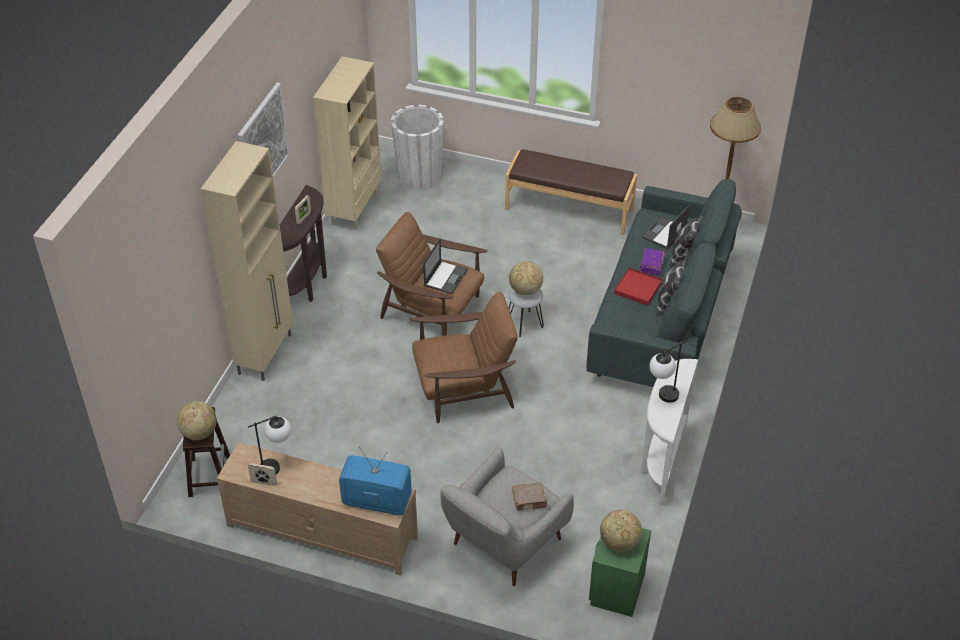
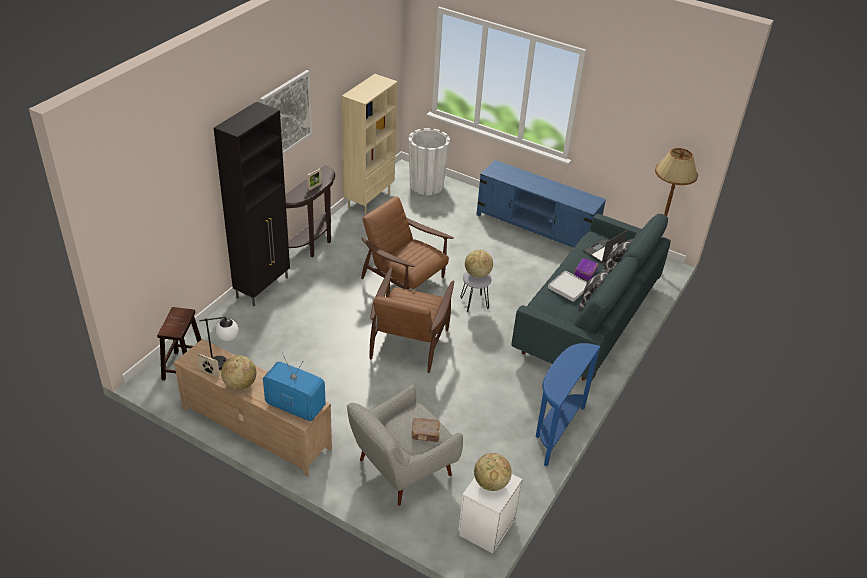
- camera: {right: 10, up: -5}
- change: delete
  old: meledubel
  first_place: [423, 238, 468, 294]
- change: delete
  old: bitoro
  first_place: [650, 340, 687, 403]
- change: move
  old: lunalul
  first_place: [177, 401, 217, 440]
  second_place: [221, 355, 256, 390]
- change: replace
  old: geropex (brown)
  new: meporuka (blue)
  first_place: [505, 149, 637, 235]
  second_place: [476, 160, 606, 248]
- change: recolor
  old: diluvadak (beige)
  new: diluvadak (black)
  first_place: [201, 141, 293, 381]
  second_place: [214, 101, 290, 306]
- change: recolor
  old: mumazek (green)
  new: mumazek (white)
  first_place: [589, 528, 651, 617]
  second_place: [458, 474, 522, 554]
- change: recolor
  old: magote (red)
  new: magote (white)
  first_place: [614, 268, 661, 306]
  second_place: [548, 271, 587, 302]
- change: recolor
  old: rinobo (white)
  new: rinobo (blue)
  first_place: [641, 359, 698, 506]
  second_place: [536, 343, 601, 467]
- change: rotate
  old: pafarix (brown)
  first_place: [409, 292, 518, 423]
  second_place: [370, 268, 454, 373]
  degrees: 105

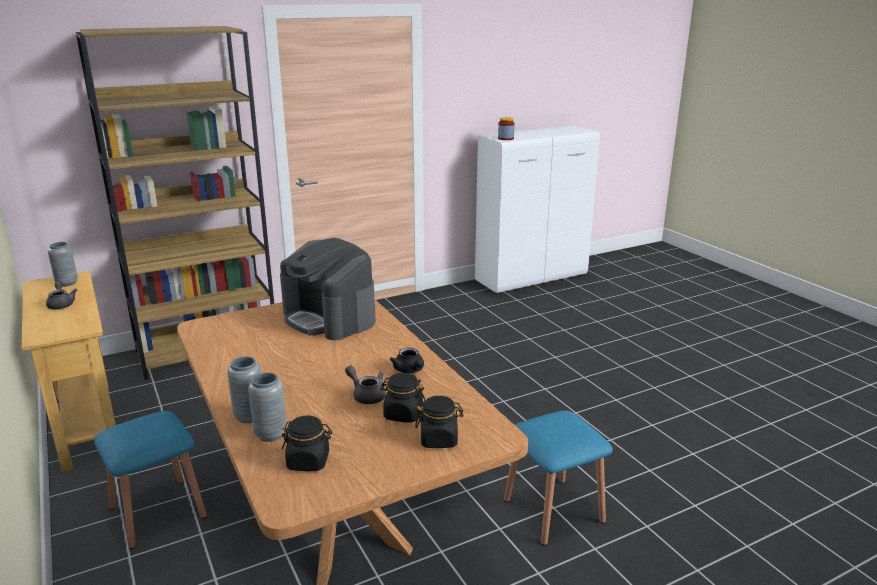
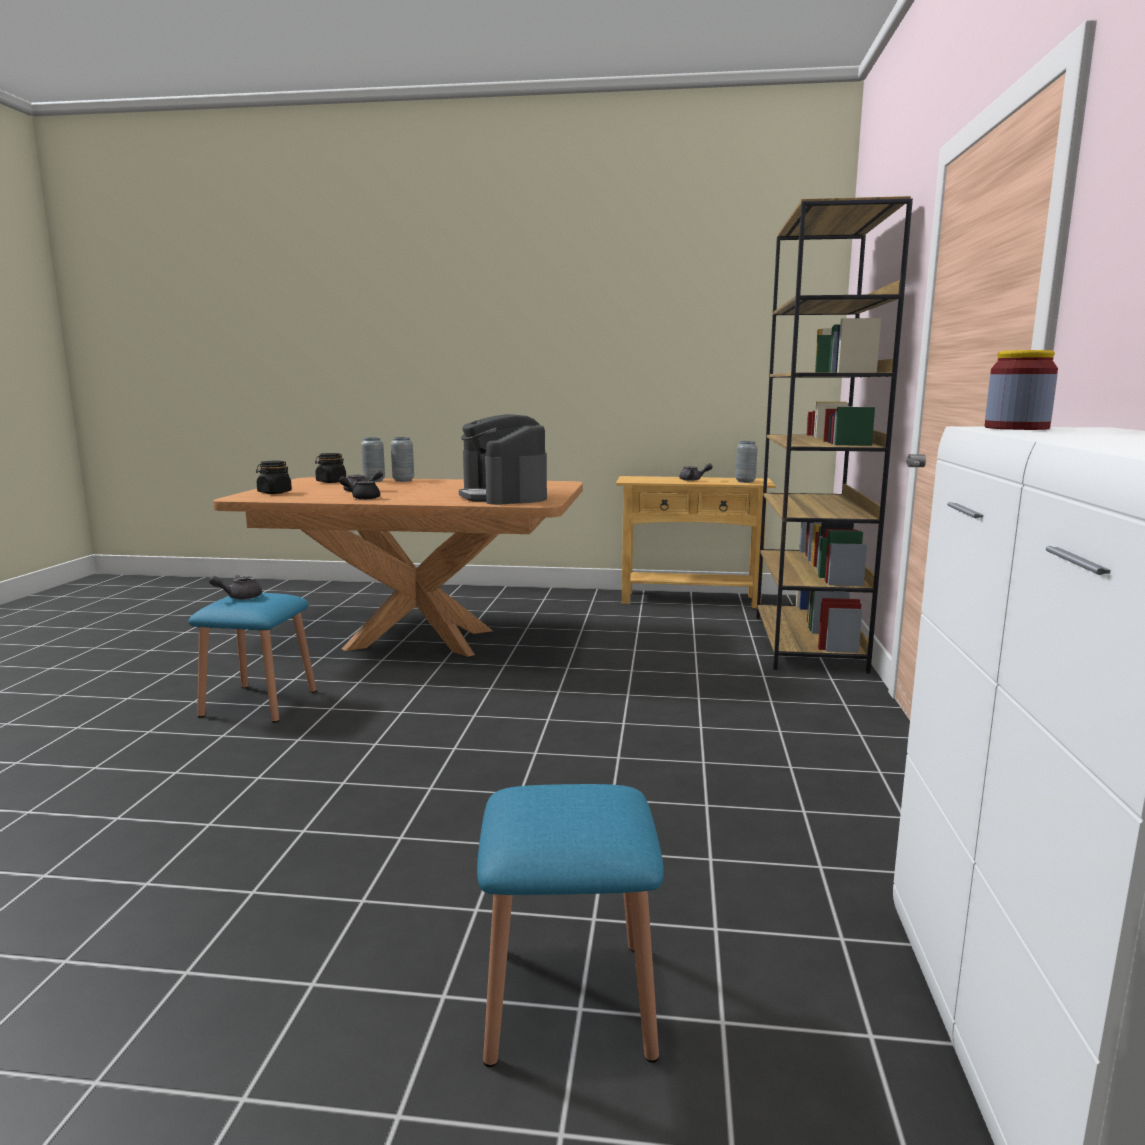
- camera: {right: 125, up: -10}
- change: delete
  old: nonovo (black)
  first_place: [380, 373, 425, 423]
- change: insert
  new: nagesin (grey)
  second_place: [209, 575, 262, 600]
- change: move
  old: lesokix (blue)
  first_place: [94, 411, 207, 549]
  second_place: [477, 784, 664, 1067]
- change: rotate
  old: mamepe
  first_place: [280, 238, 376, 341]
  second_place: [459, 414, 547, 505]
  degrees: -105

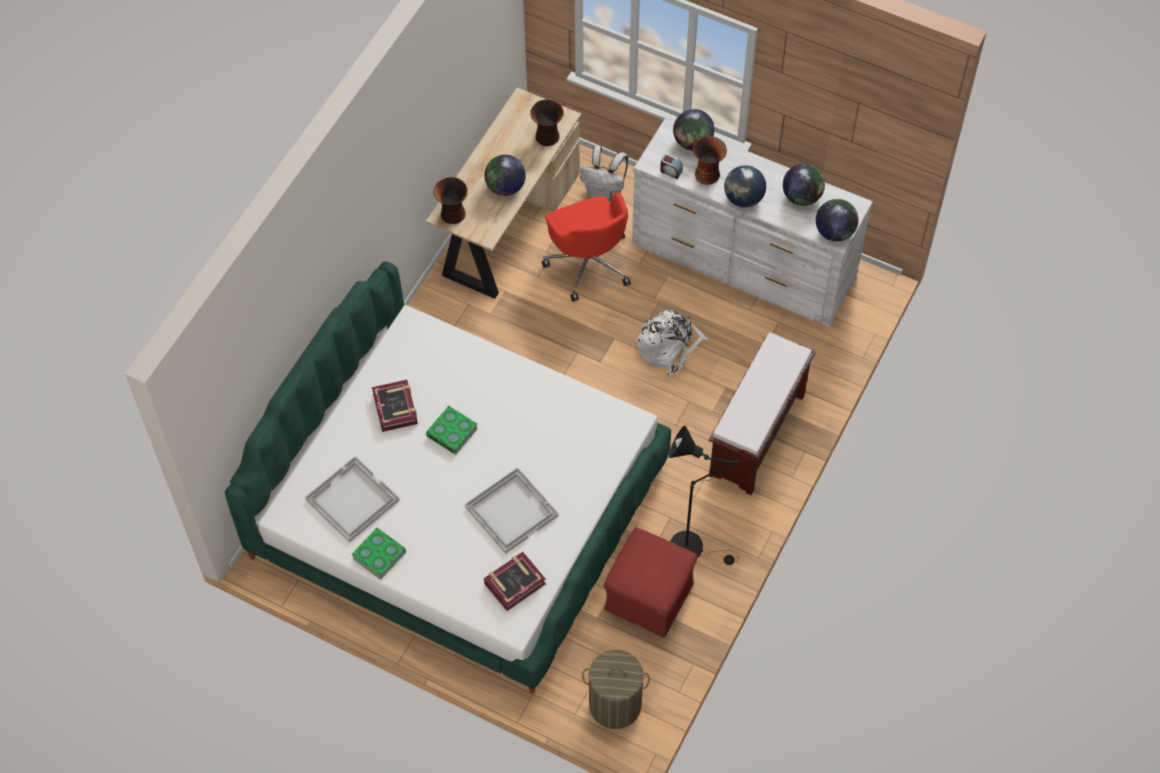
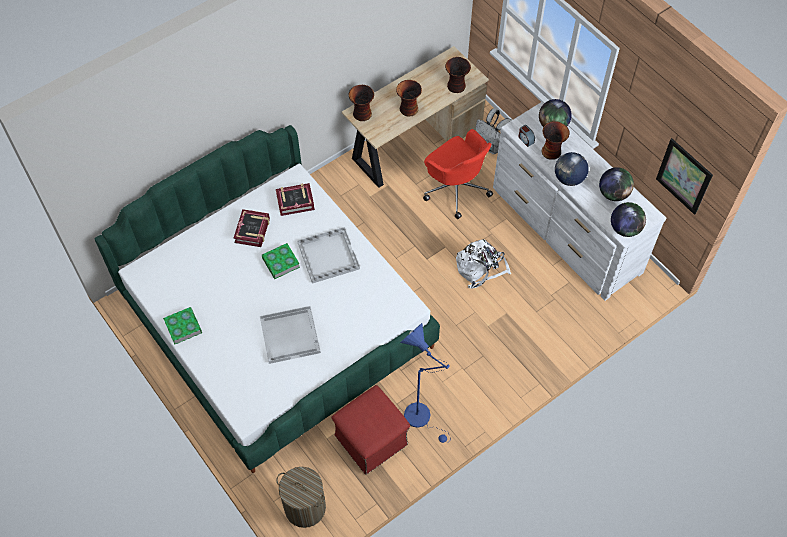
- camera: {right: 25, up: 0}
- change: delete
  old: geropex (brown)
  first_place: [709, 332, 816, 495]
- change: insert
  new: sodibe
  second_place: [656, 138, 713, 215]
- change: move
  old: magote (white)
  first_place: [305, 456, 400, 543]
  second_place: [297, 227, 360, 284]
- change: move
  old: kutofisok
  first_place: [484, 552, 546, 611]
  second_place: [276, 183, 315, 216]
- change: replace
  old: lunalul
  new: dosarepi
  first_place: [485, 155, 526, 196]
  second_place: [396, 80, 422, 116]
- change: recolor
  old: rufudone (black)
  new: rufudone (blue)
  first_place: [669, 425, 739, 565]
  second_place: [400, 323, 451, 443]
- change: rotate
  old: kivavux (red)
  first_place: [542, 192, 631, 302]
  second_place: [423, 129, 493, 219]
  degrees: -45

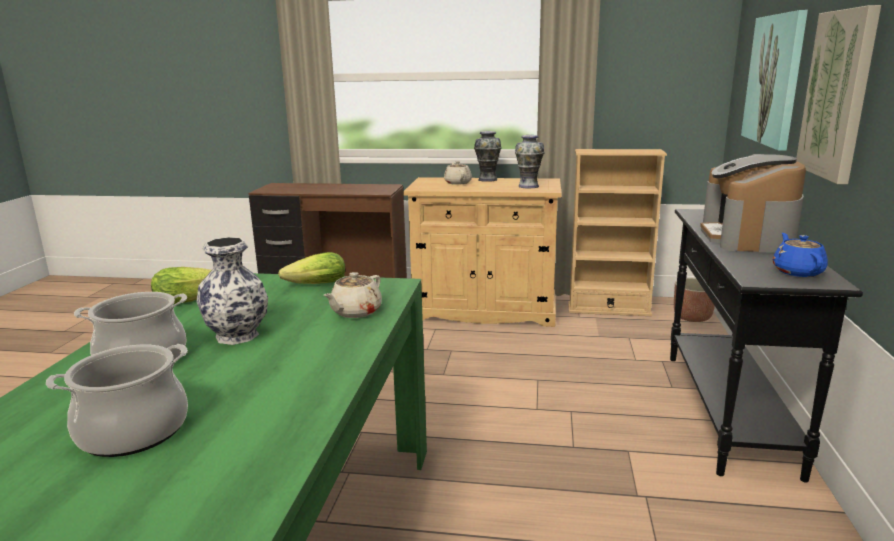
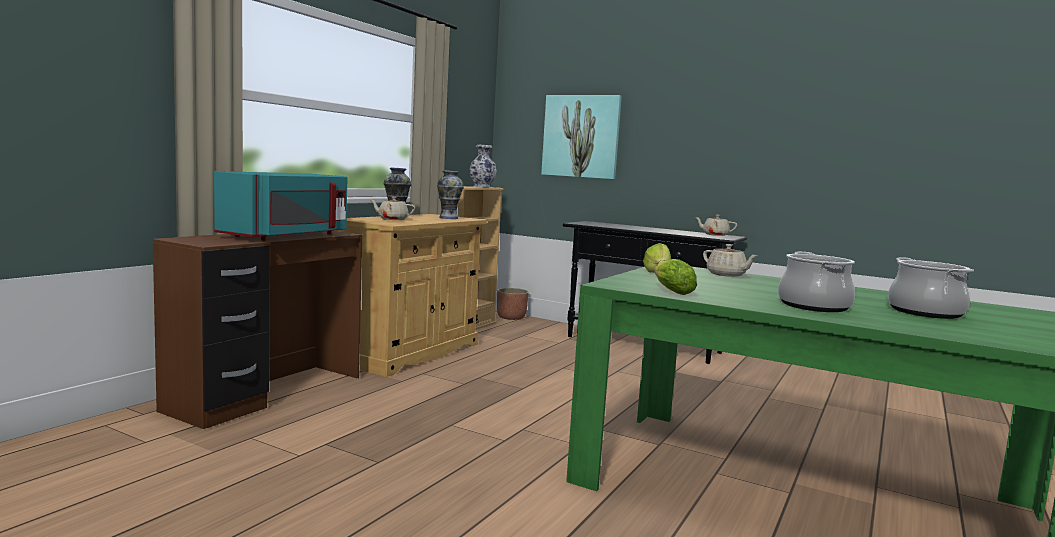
- camera: {right: -70, up: -10}
- change: delete
  old: mamepe
  first_place: [700, 154, 806, 253]
- change: delete
  old: sodibe
  first_place: [796, 5, 881, 184]
- change: insert
  new: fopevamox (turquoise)
  second_place: [214, 171, 347, 241]
- change: move
  old: dosarepi
  first_place: [196, 237, 268, 345]
  second_place: [469, 145, 497, 187]
- change: recolor
  old: nagesin (blue)
  new: nagesin (beige)
  first_place: [773, 233, 828, 277]
  second_place: [695, 215, 737, 236]

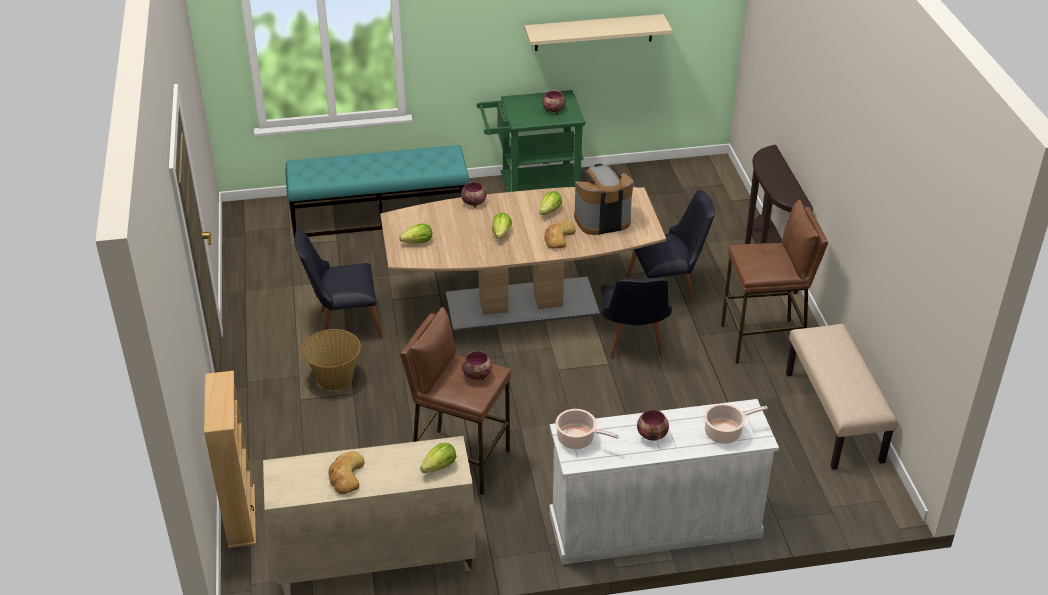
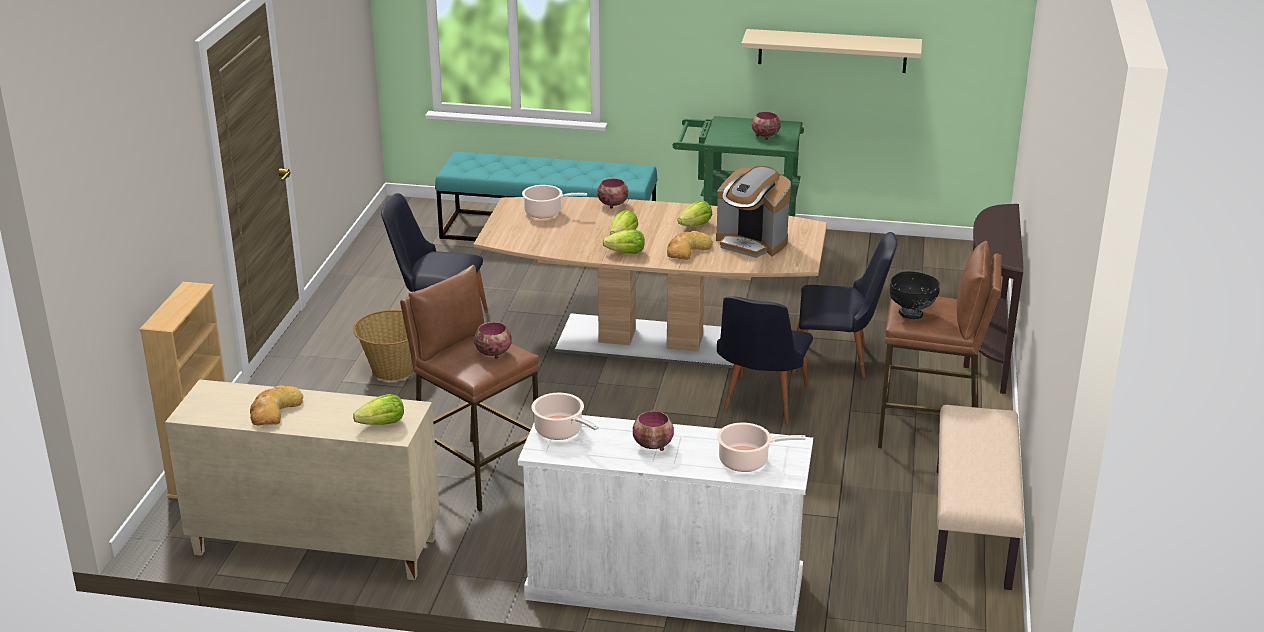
- camera: {right: 20, up: -10}
- change: insert
  new: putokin
  second_place: [522, 185, 587, 218]
- change: insert
  new: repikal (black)
  second_place: [890, 271, 940, 319]
- change: move
  old: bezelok
  first_place: [399, 223, 432, 243]
  second_place: [603, 229, 645, 254]
- change: rotate
  old: mamepe
  first_place: [574, 164, 633, 235]
  second_place: [716, 166, 791, 258]
  degrees: -150

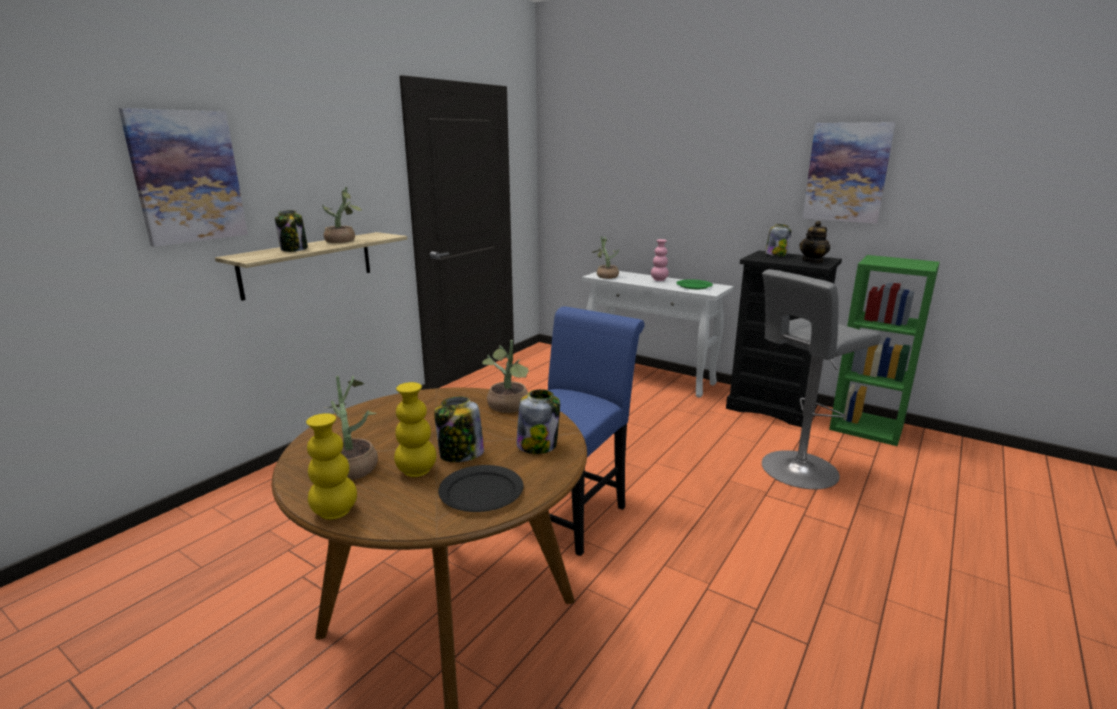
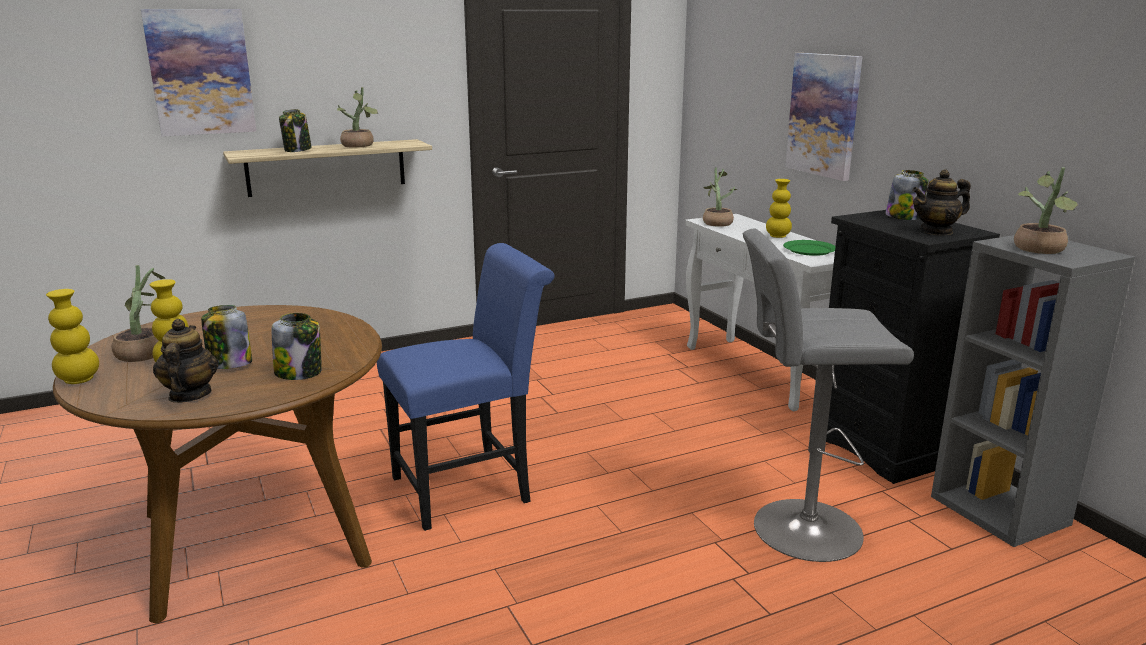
- camera: {right: 30, up: 0}
- change: move
  old: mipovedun
  first_place: [482, 340, 529, 413]
  second_place: [1014, 167, 1078, 254]
- change: move
  old: sodibe
  first_place: [802, 122, 896, 224]
  second_place: [785, 53, 863, 181]
- change: replace
  old: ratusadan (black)
  new: nagesin
  first_place: [438, 465, 523, 512]
  second_place: [153, 319, 218, 403]
- change: recolor
  old: dosarepi (pink)
  new: dosarepi (yellow)
  first_place: [651, 239, 669, 281]
  second_place: [766, 179, 792, 238]
- change: recolor
  old: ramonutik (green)
  new: ramonutik (grey)
  first_place: [829, 255, 940, 446]
  second_place: [931, 235, 1135, 547]

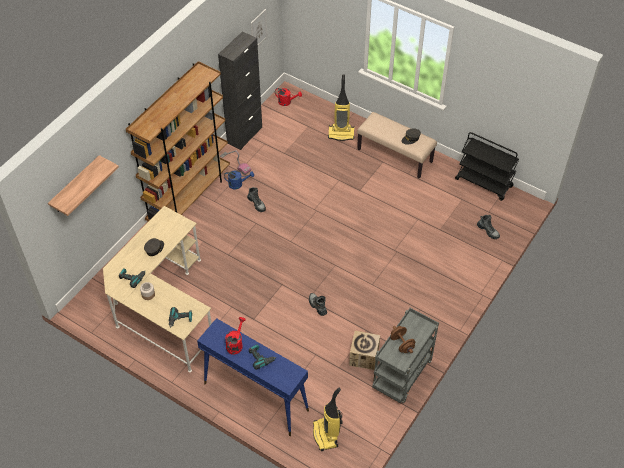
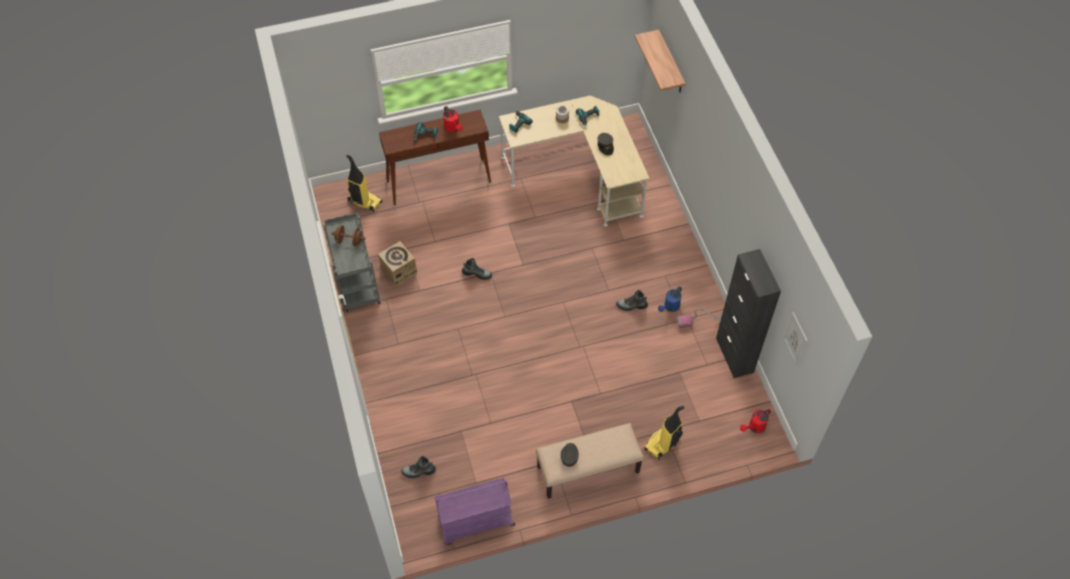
- camera: {right: 130, up: 5}
- change: delete
  old: ramonutik (brown)
  first_place: [126, 61, 230, 222]
- change: recolor
  old: rinobo (blue)
  new: rinobo (brown)
  first_place: [197, 318, 309, 436]
  second_place: [379, 109, 491, 205]
- change: recolor
  old: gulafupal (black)
  new: gulafupal (purple)
  first_place: [455, 132, 519, 201]
  second_place: [435, 478, 515, 545]

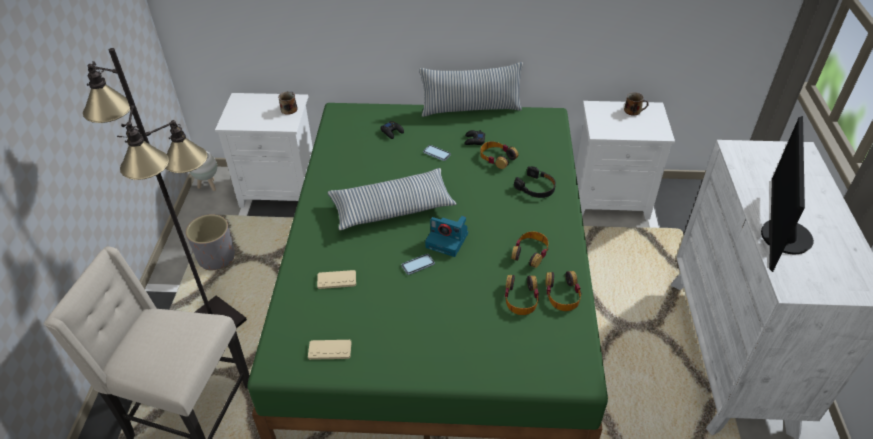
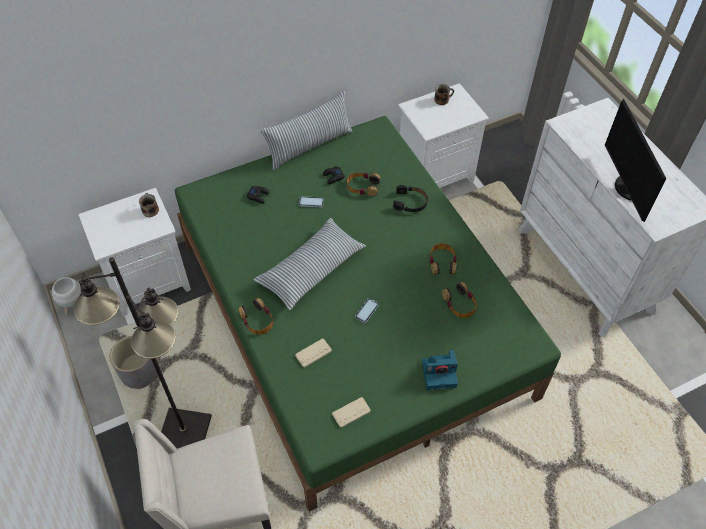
- camera: {right: -30, up: 10}
- change: move
  old: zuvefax
  first_place: [425, 216, 468, 257]
  second_place: [422, 350, 458, 390]
- change: move
  old: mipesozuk
  first_place: [545, 271, 581, 311]
  second_place: [238, 298, 273, 335]

